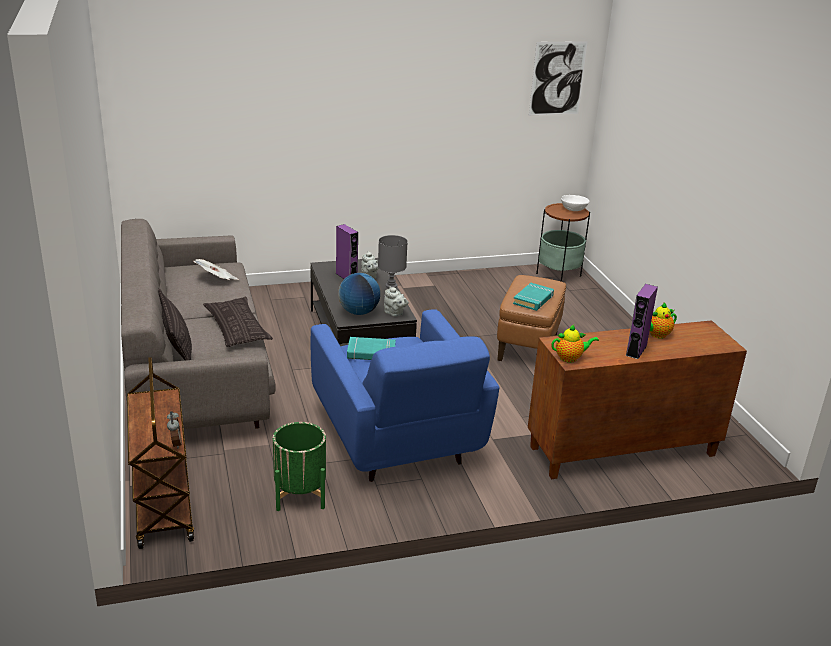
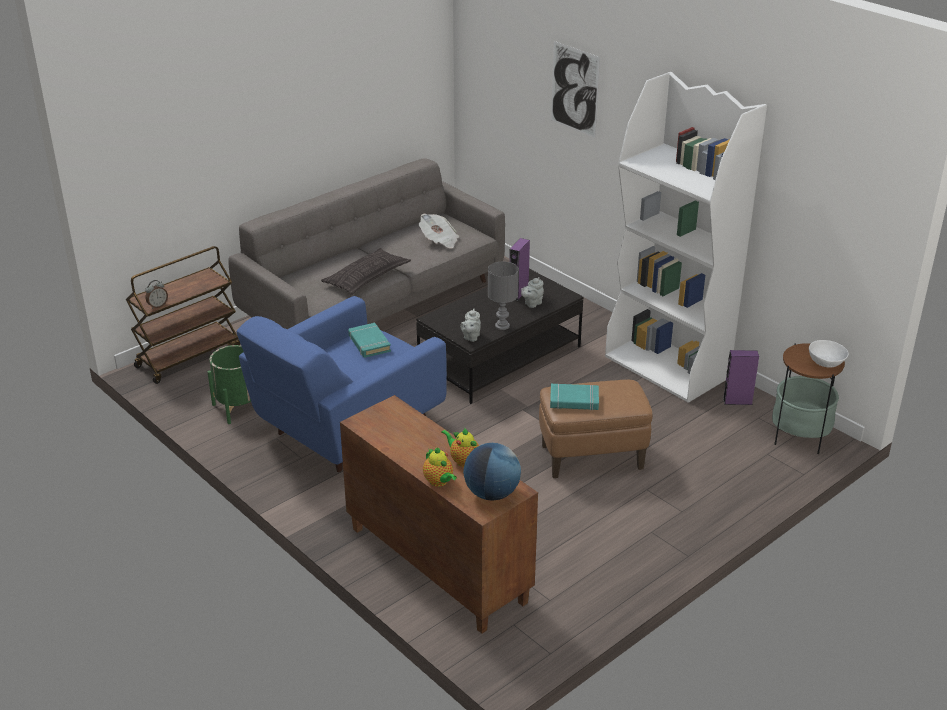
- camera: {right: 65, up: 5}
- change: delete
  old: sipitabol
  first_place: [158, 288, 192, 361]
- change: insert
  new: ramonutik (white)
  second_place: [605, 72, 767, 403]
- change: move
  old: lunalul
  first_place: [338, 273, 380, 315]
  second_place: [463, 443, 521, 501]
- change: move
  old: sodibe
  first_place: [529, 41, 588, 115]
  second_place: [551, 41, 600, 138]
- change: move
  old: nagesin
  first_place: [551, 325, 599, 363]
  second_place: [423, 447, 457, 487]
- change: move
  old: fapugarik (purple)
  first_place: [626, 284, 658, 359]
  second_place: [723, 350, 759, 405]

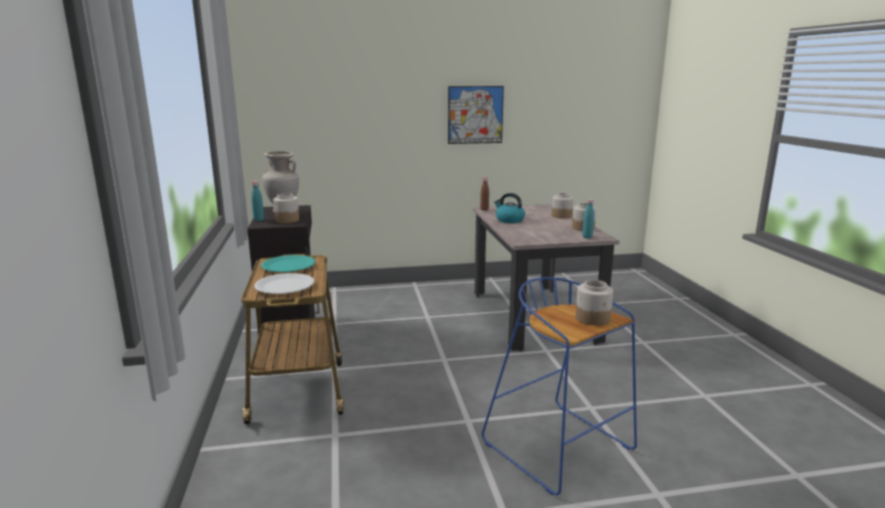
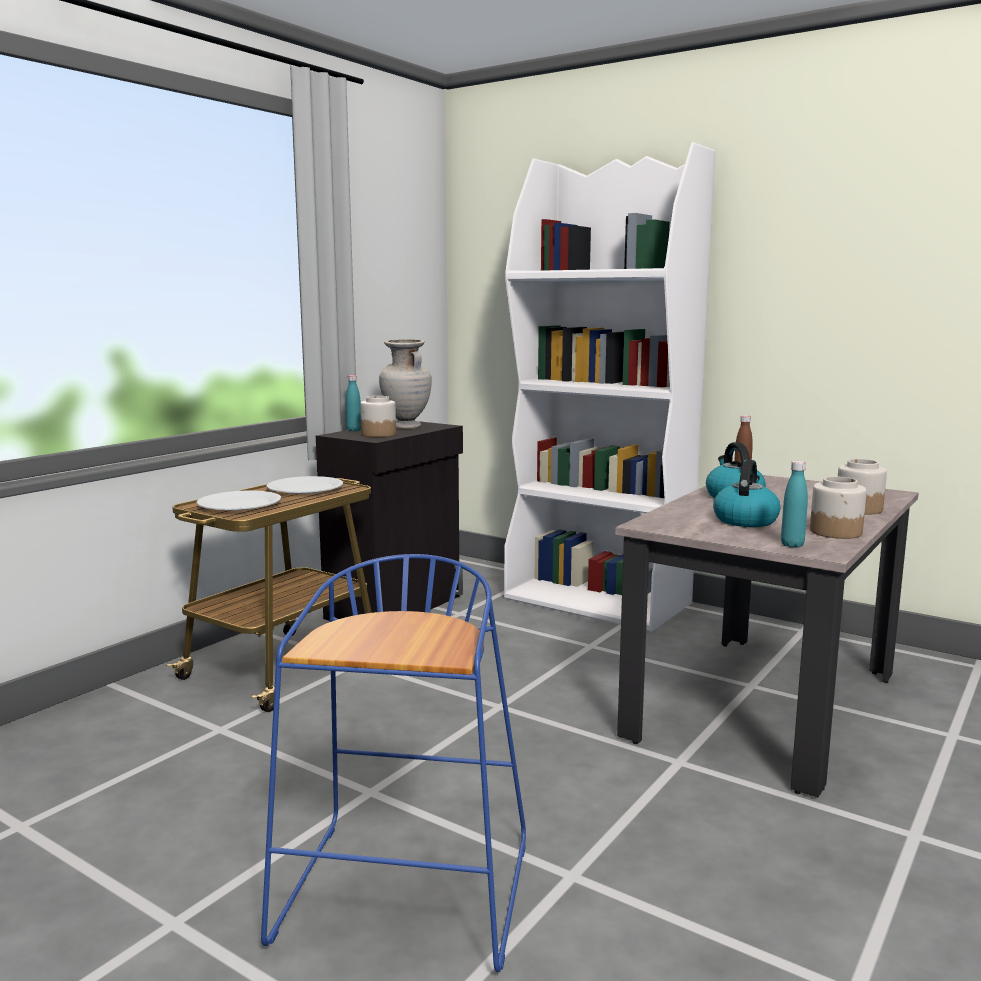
- camera: {right: 45, up: -5}
- change: delete
  old: sodibe
  first_place: [448, 86, 504, 144]
- change: delete
  old: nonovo
  first_place: [576, 280, 613, 325]
- change: insert
  new: ramonutik (white)
  second_place: [504, 142, 715, 632]
- change: insert
  new: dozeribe
  second_place: [713, 460, 780, 527]
- change: recolor
  old: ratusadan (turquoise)
  new: ratusadan (white)
  first_place: [261, 255, 315, 272]
  second_place: [266, 476, 343, 494]

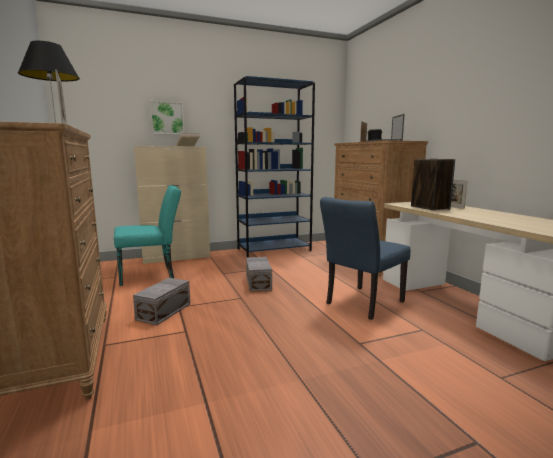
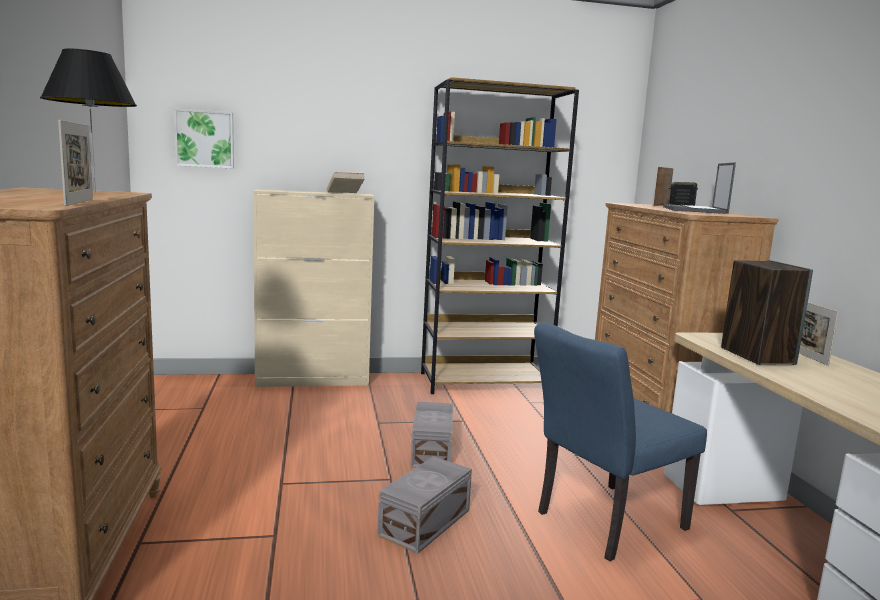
- camera: {right: 10, up: 0}
- change: delete
  old: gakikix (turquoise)
  first_place: [114, 185, 181, 286]
- change: move
  old: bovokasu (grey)
  first_place: [133, 278, 190, 325]
  second_place: [377, 456, 472, 554]
- change: move
  old: sodibe
  first_place: [150, 101, 184, 135]
  second_place: [174, 108, 234, 168]
- change: recolor
  old: ramonutik (blue)
  new: ramonutik (brown)
  first_place: [234, 76, 315, 258]
  second_place: [421, 77, 579, 394]

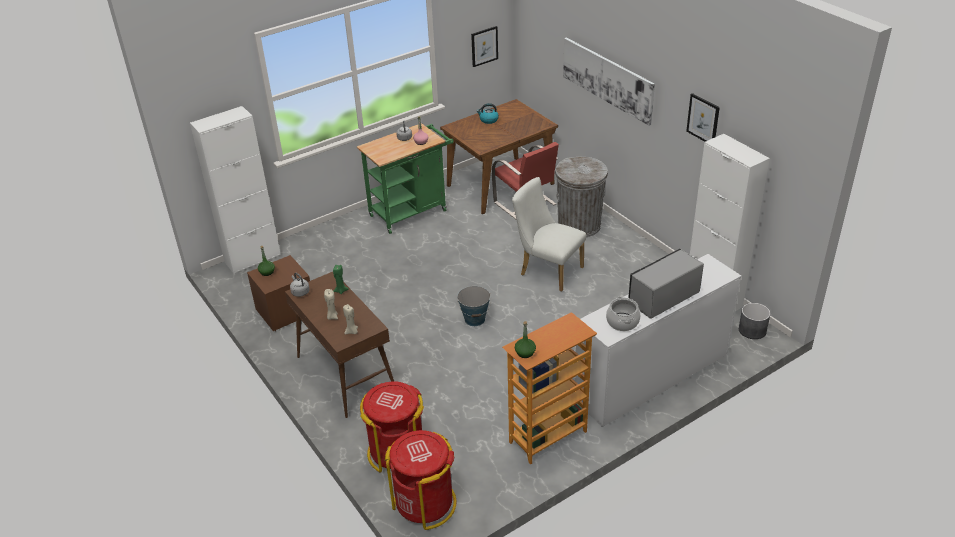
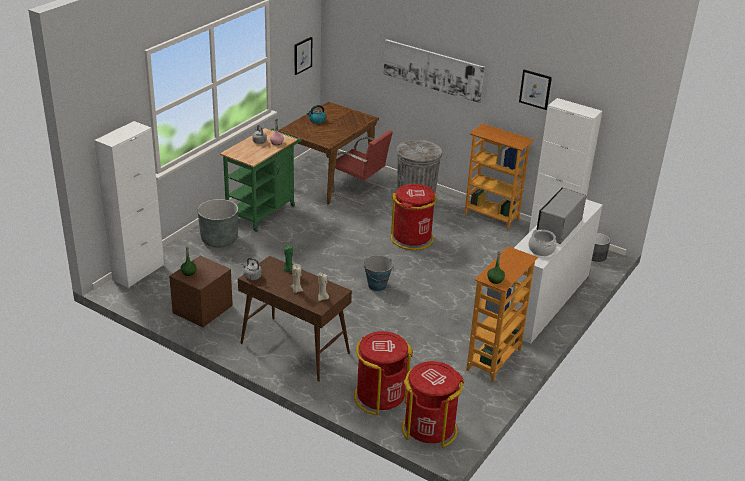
- camera: {right: -25, up: -5}
- change: insert
  new: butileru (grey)
  second_place: [198, 199, 238, 247]
- change: insert
  new: ramonutik
  second_place: [464, 124, 534, 230]
- change: replace
  old: gakikix (white)
  new: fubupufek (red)
  first_place: [512, 177, 586, 291]
  second_place: [391, 184, 437, 250]

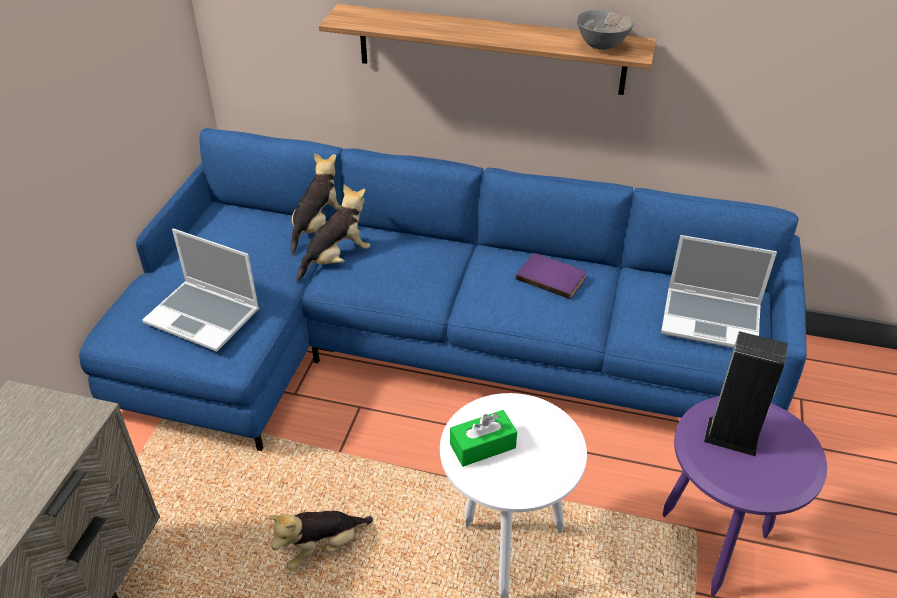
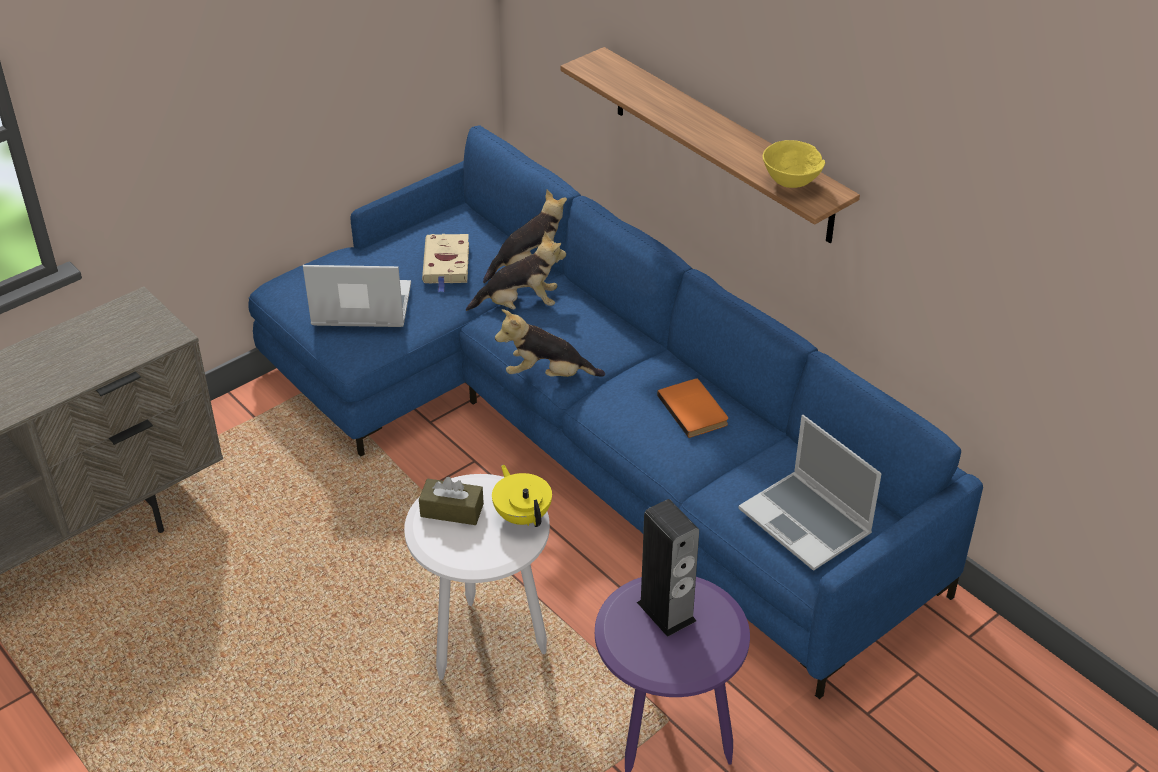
- camera: {right: 35, up: 0}
- change: insert
  new: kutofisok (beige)
  second_place: [422, 234, 469, 292]
- change: insert
  new: nagesin (yellow)
  second_place: [492, 465, 552, 527]
- change: move
  old: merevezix
  first_place: [268, 511, 373, 570]
  second_place: [495, 309, 605, 377]
- change: recolor
  old: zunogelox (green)
  new: zunogelox (brown)
  first_place: [450, 410, 517, 467]
  second_place: [419, 477, 484, 525]
- change: recolor
  old: kutofisok (purple)
  new: kutofisok (orange)
  first_place: [515, 253, 586, 299]
  second_place: [657, 378, 728, 438]
- change: recolor
  old: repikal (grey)
  new: repikal (yellow)
  first_place: [577, 9, 634, 50]
  second_place: [763, 140, 825, 188]
- change: rotate
  old: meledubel
  first_place: [142, 228, 259, 352]
  second_place: [303, 265, 411, 327]
  degrees: 120

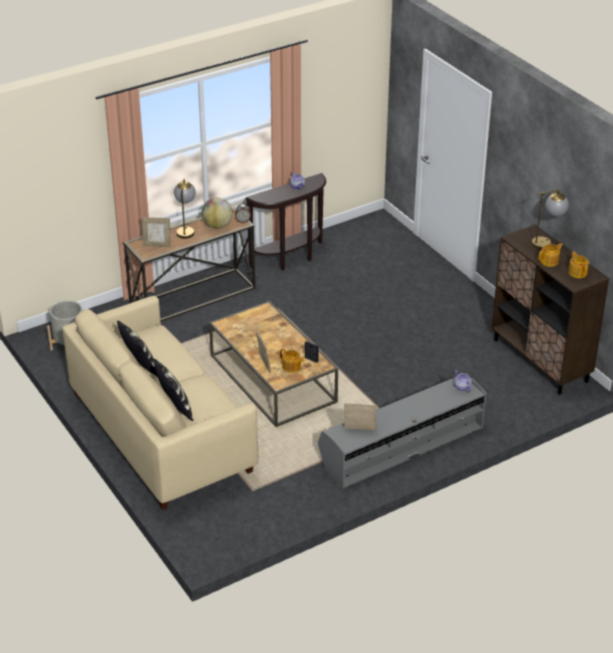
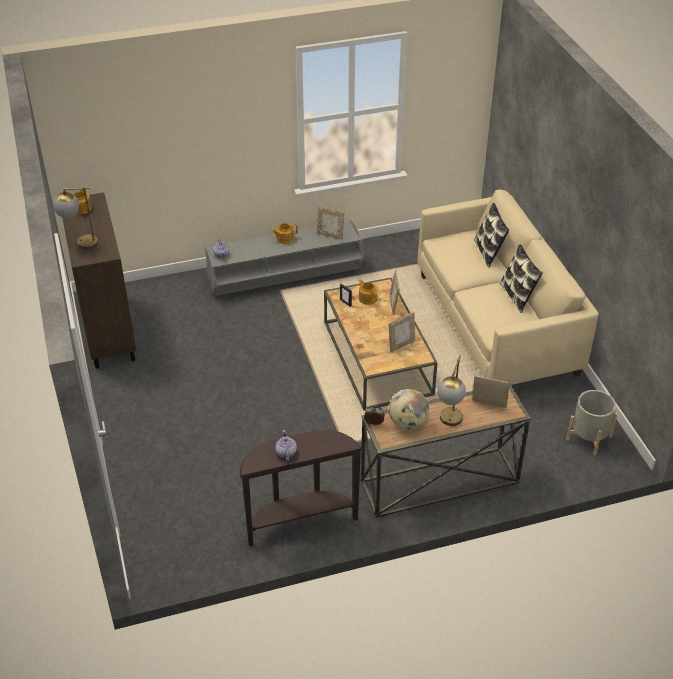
- camera: {right: -165, up: 5}
- change: insert
  new: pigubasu
  second_place: [389, 312, 415, 352]
- change: move
  old: nagesin
  first_place: [539, 243, 563, 267]
  second_place: [271, 223, 298, 244]

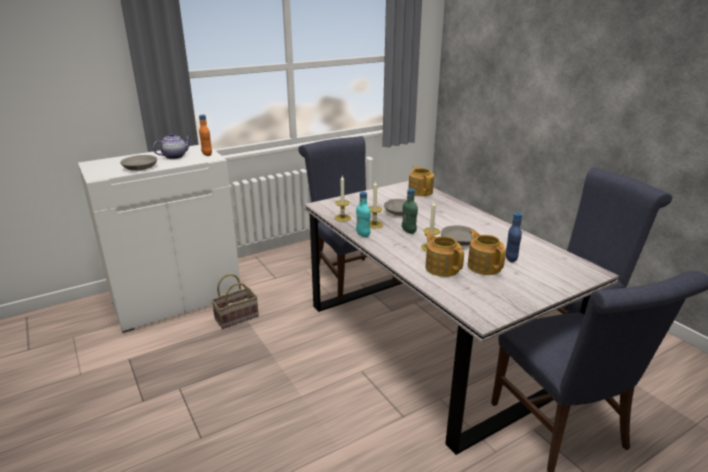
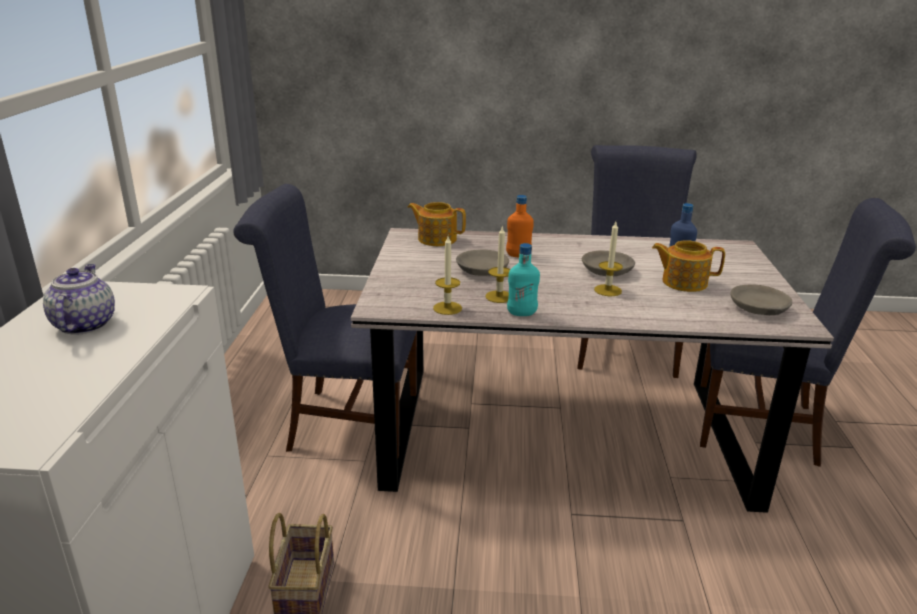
- camera: {right: -55, up: 0}
- change: delete
  old: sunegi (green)
  first_place: [402, 189, 418, 234]
- change: delete
  old: nagesin
  first_place: [425, 232, 464, 277]
- change: move
  old: repikal (grey)
  first_place: [120, 155, 157, 171]
  second_place: [731, 284, 792, 315]
- change: move
  old: sunegi (orange)
  first_place: [199, 115, 212, 156]
  second_place: [506, 195, 534, 257]

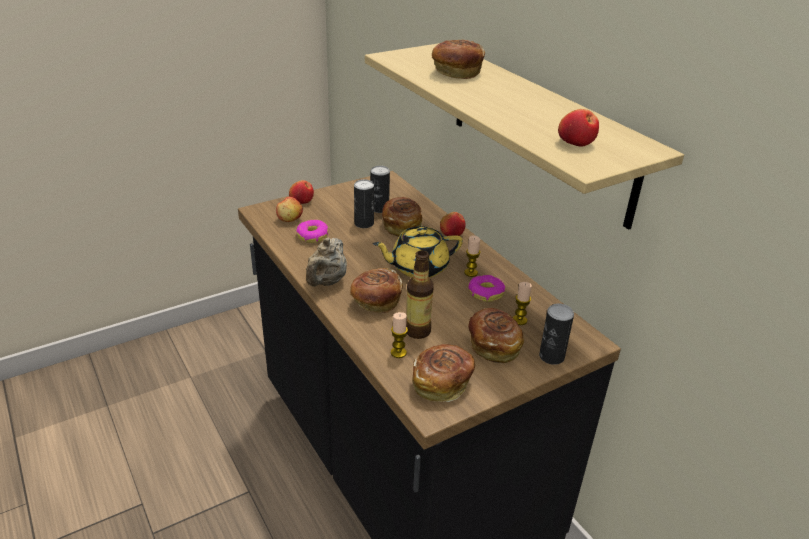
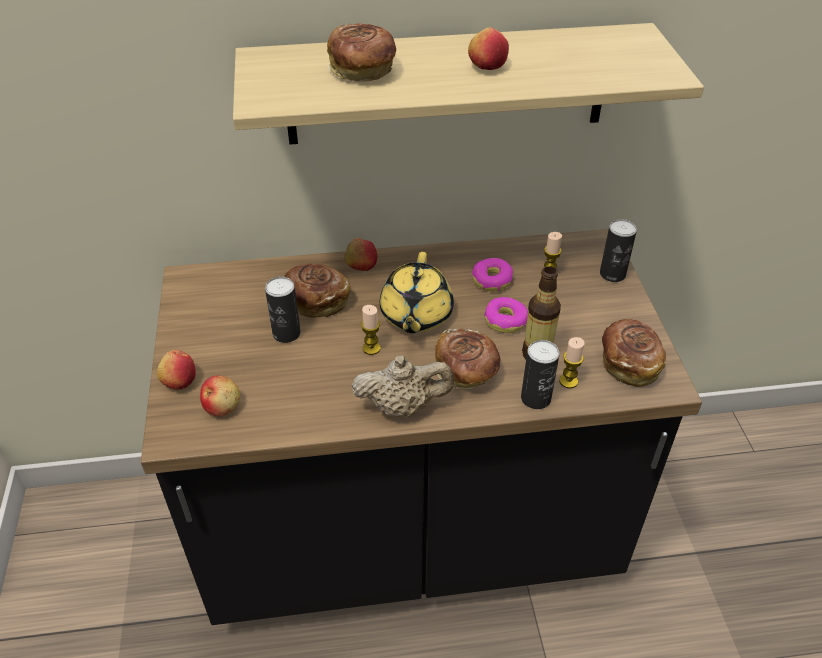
- camera: {right: -65, up: 10}
- change: delete
  old: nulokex
  first_place: [468, 308, 524, 364]
- change: move
  old: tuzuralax
  first_place: [296, 220, 328, 243]
  second_place: [484, 297, 528, 333]
- change: move
  old: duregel
  first_place: [370, 166, 390, 213]
  second_place: [521, 340, 560, 409]
- change: move
  old: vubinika
  first_place: [464, 235, 480, 277]
  second_place: [361, 305, 381, 355]
- change: move
  old: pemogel
  first_place: [558, 109, 599, 147]
  second_place: [468, 27, 509, 70]
- change: rotate
  old: nagesin (beige)
  first_place: [306, 237, 347, 287]
  second_place: [351, 355, 454, 417]
  degrees: -45

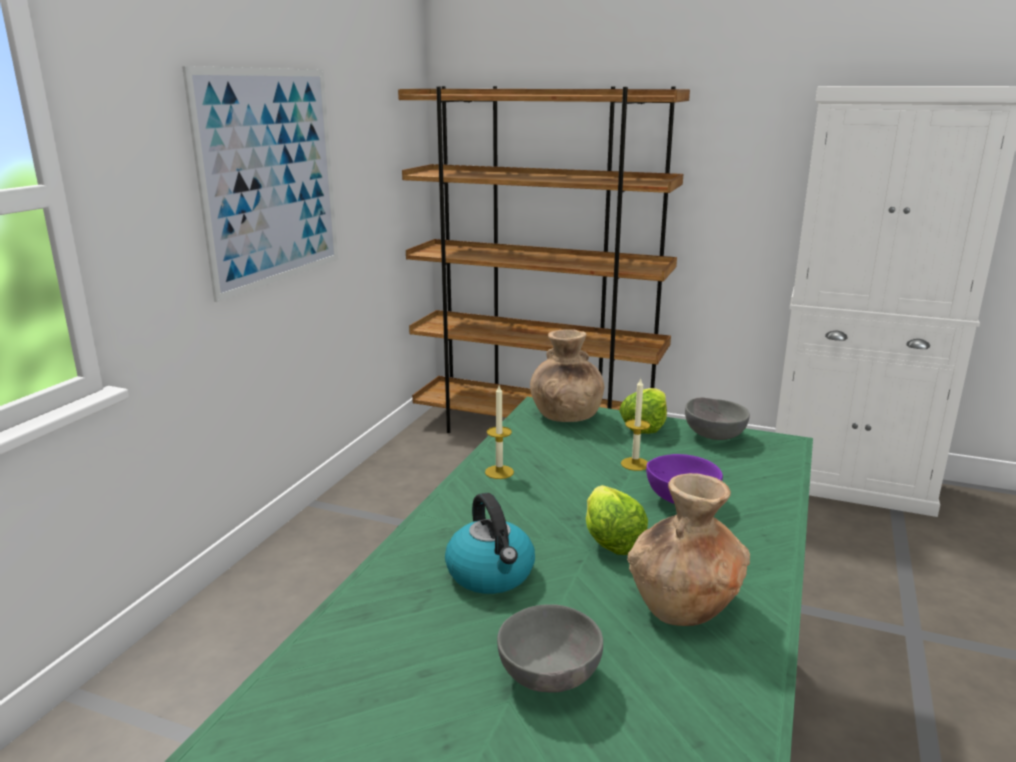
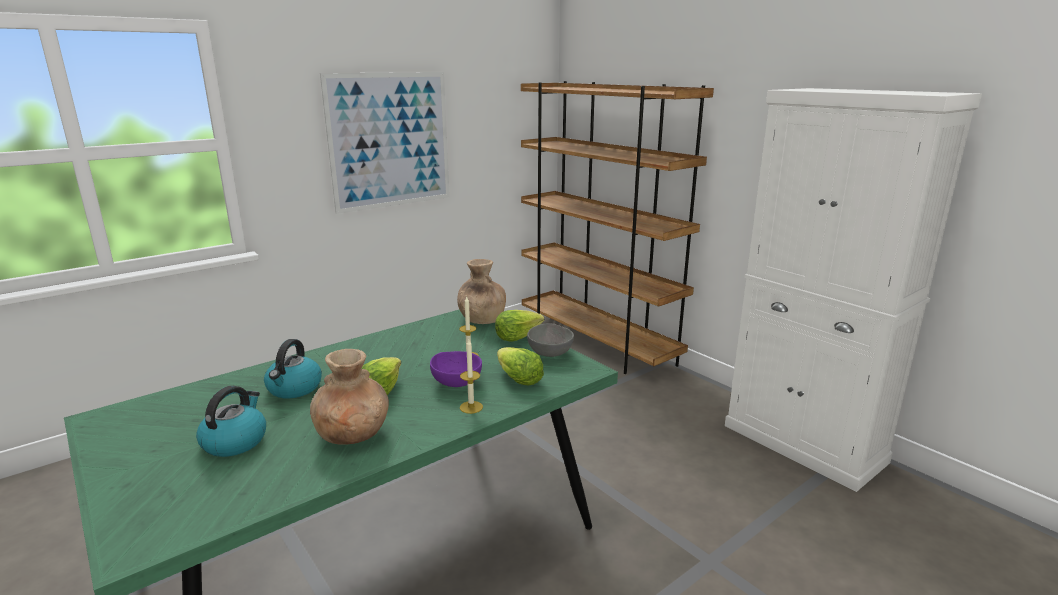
- camera: {right: 30, up: 0}
- change: insert
  new: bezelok
  second_place: [497, 347, 544, 386]
- change: move
  old: vubinika
  first_place: [485, 386, 514, 479]
  second_place: [460, 339, 483, 414]
- change: replace
  old: repikal (grey)
  new: dozeribe
  first_place: [497, 604, 603, 693]
  second_place: [196, 386, 266, 457]

